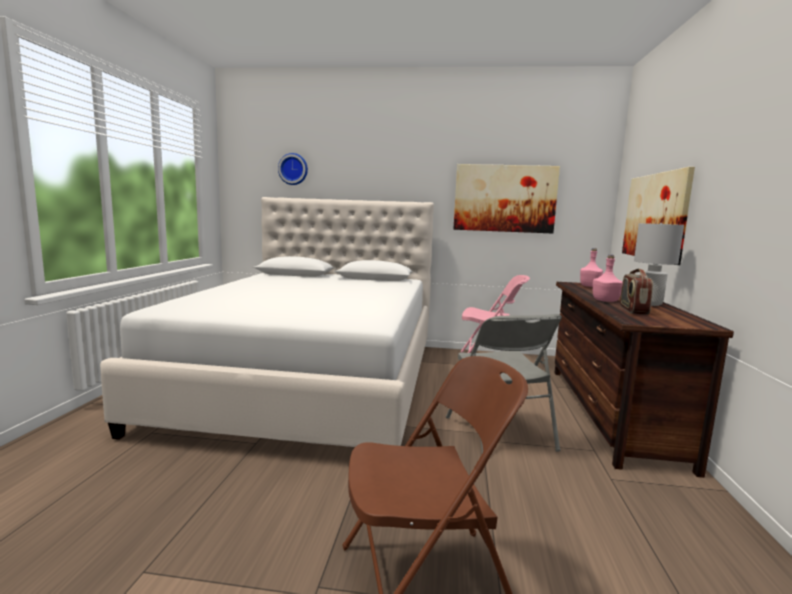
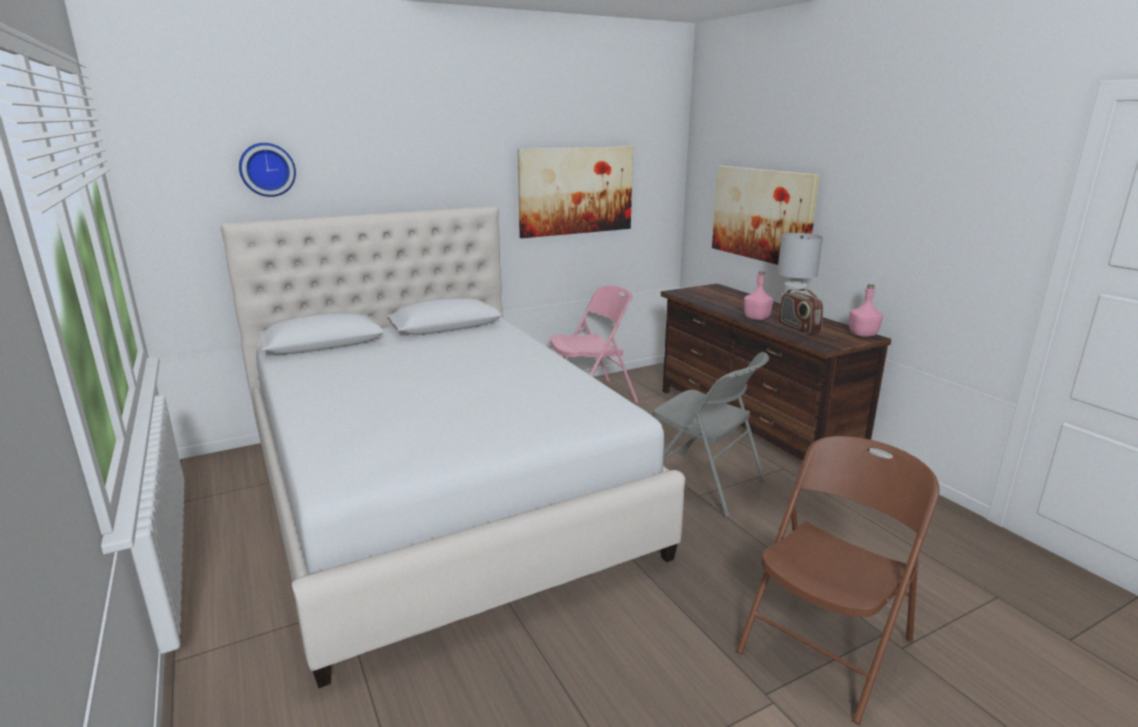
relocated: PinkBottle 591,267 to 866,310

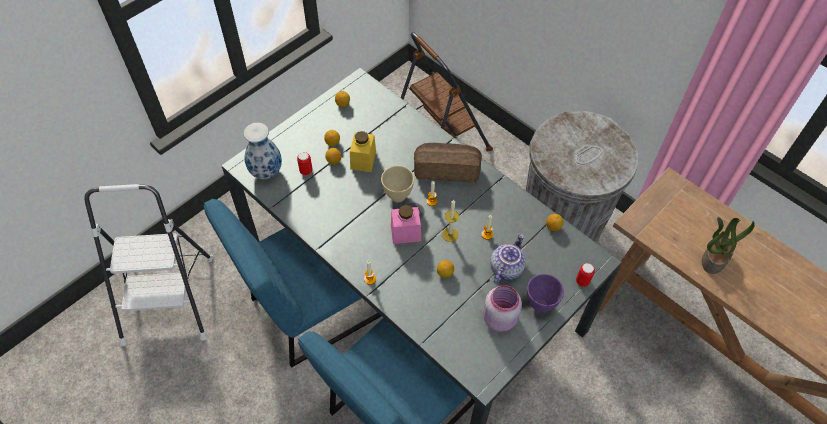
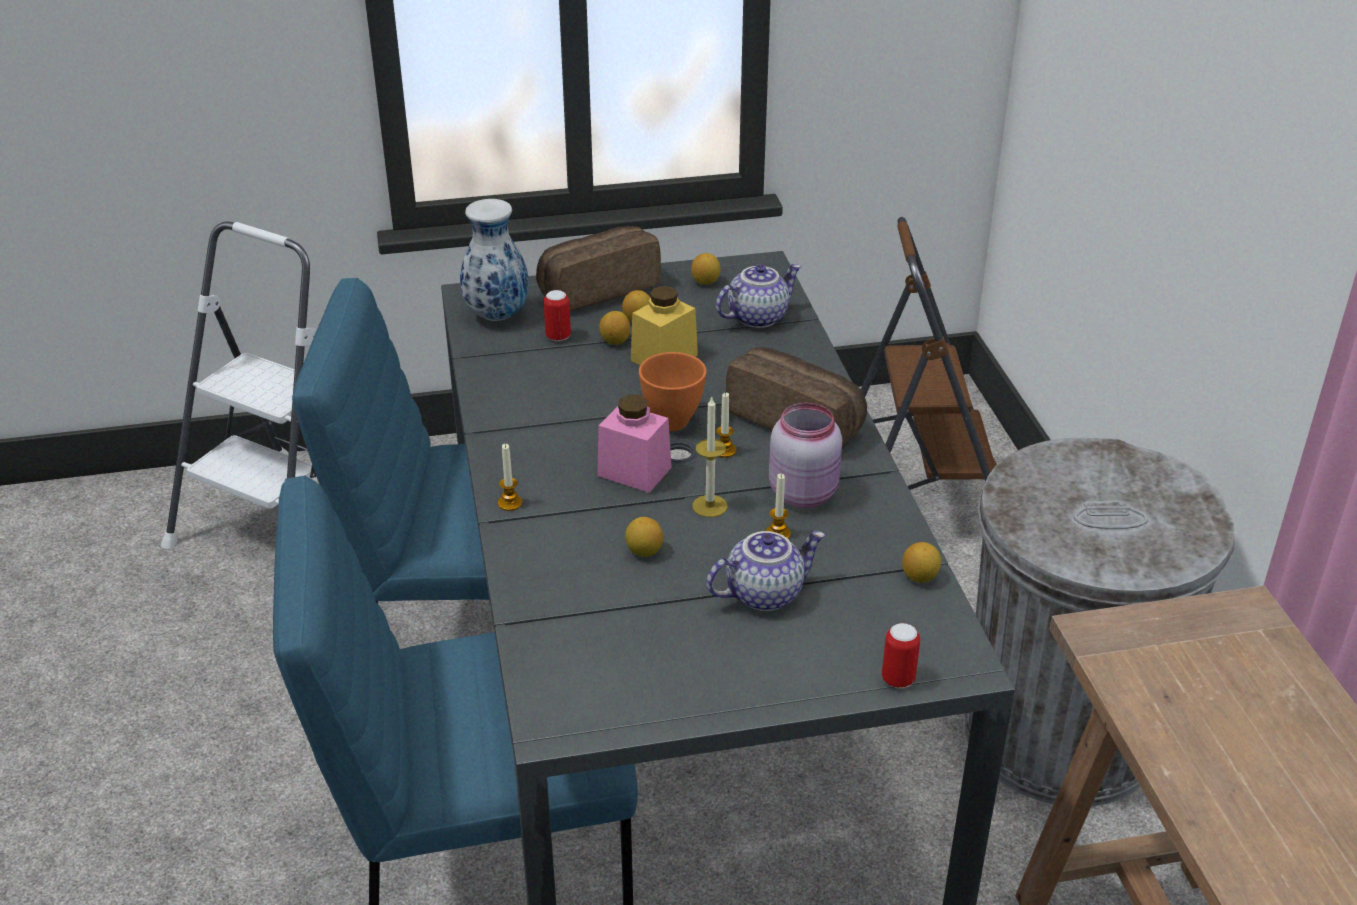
missing: PurpleDeepDish 545,293; Houseplant 728,245
appeared: BakeryBread 598,269; TeaPot 759,296
relocated: PinkJar 502,308 to 805,455
colour: BeigeDeepDish 397,183 to OrangeyDeepDish 673,391

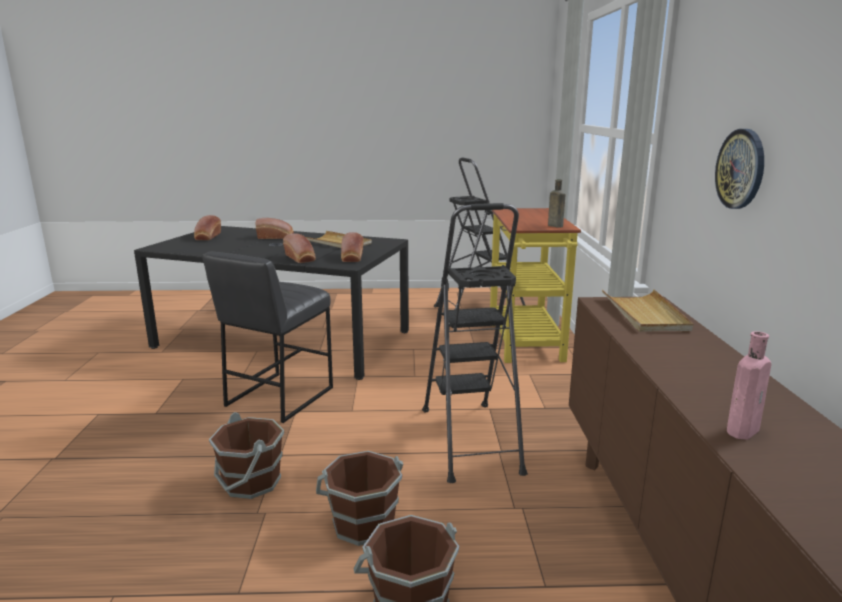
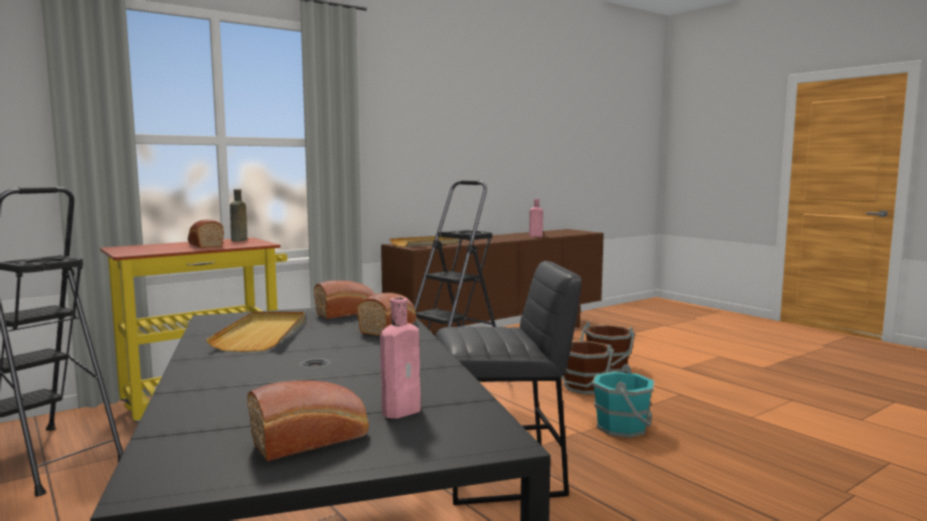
missing: WallClock 739,169
appeared: PinkBottle 400,358
relocated: BakeryBread 275,228 to 206,233
colour: BrownPail 246,455 to TurquoiseColouredPail 623,401

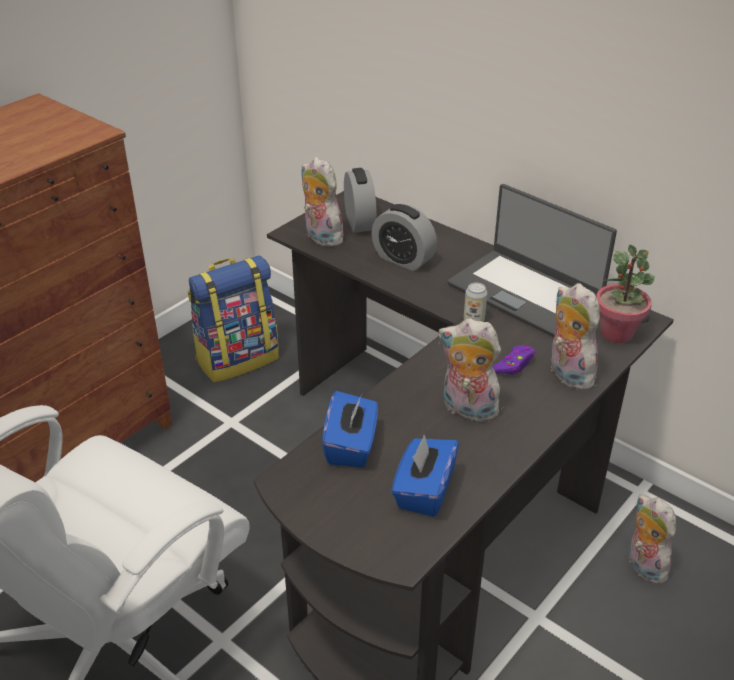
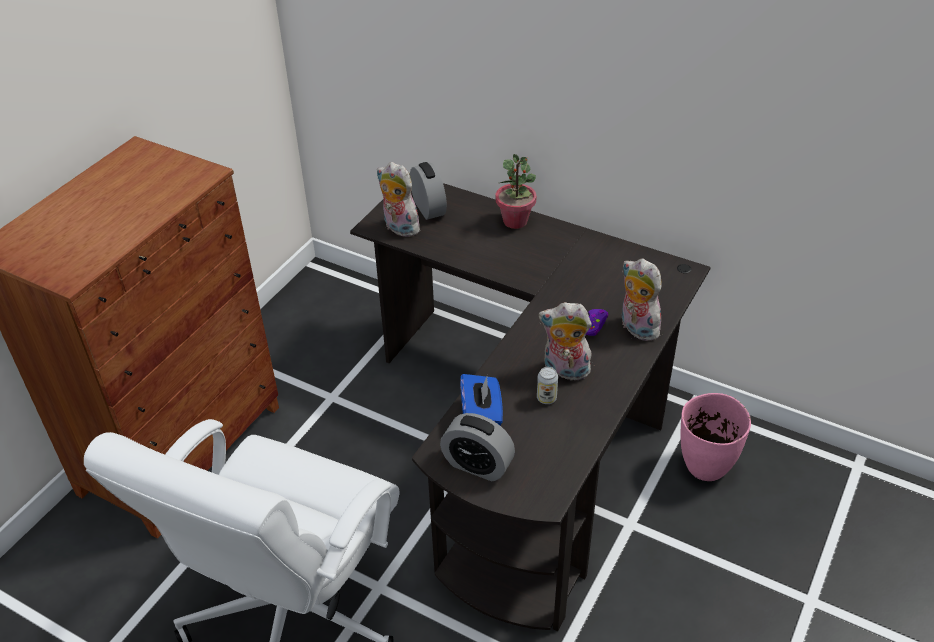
missing: Knapsack 233,318; BlueTissueBox 425,475; NotebookComputer 532,260
relocated: BedsideClock 404,237 to 477,447; MetalCan 475,302 to 547,385; Houseplant 625,294 to 516,191
exchanged: SoftToy 652,539 to PinkVase 716,437

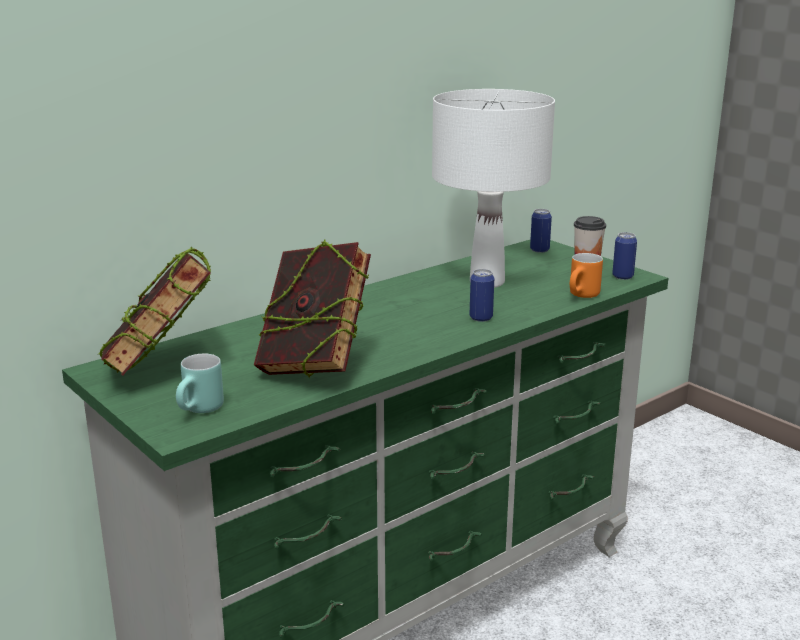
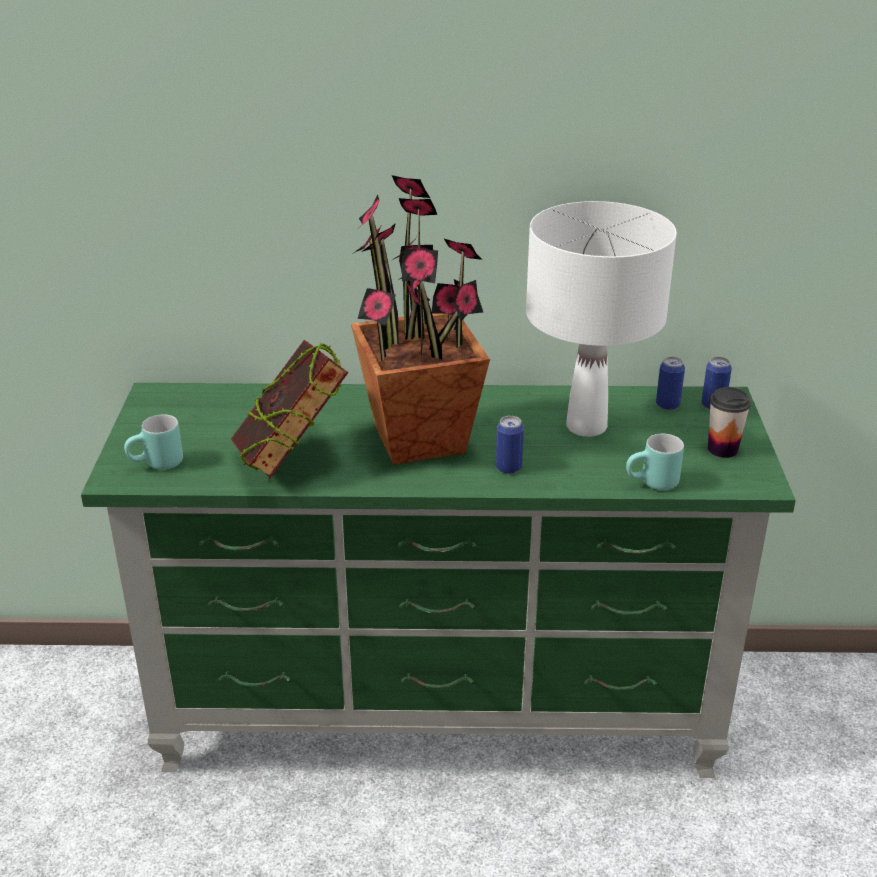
missing: Book 154,311
appeared: Houseplant 420,320
relocated: MetalCan 624,256 to 670,383
colour: OrangeyMug 586,275 to TurquoiseColouredMug 655,462

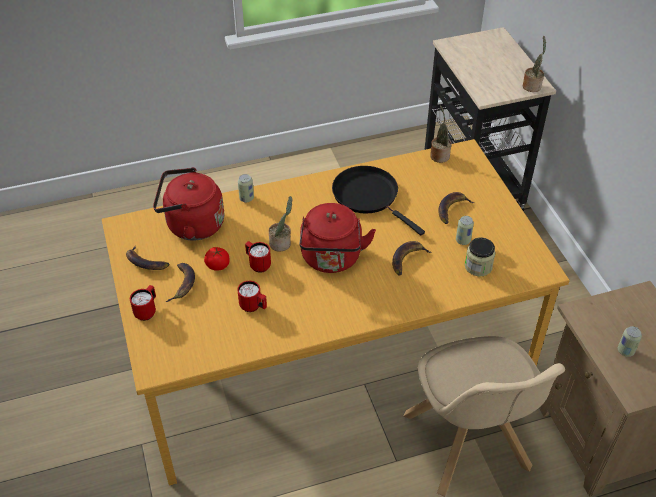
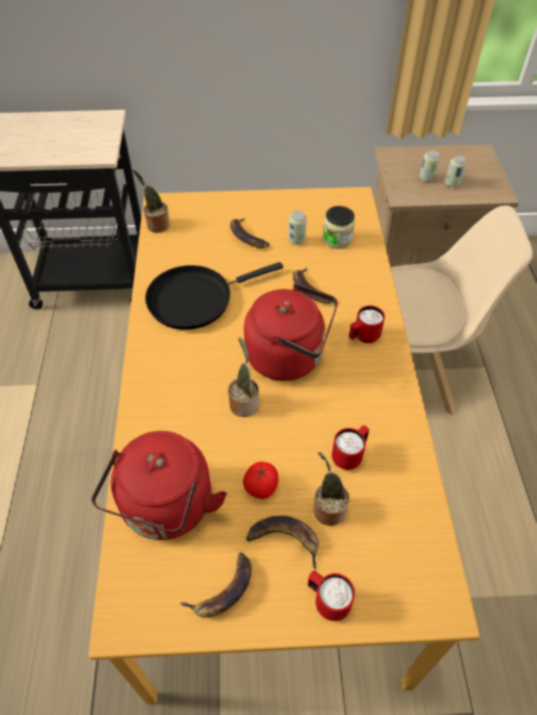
relocated: MetalCan 246,188 to 430,166; RedColouredMug 258,257 to 367,324; Houseplant 534,64 to 332,489

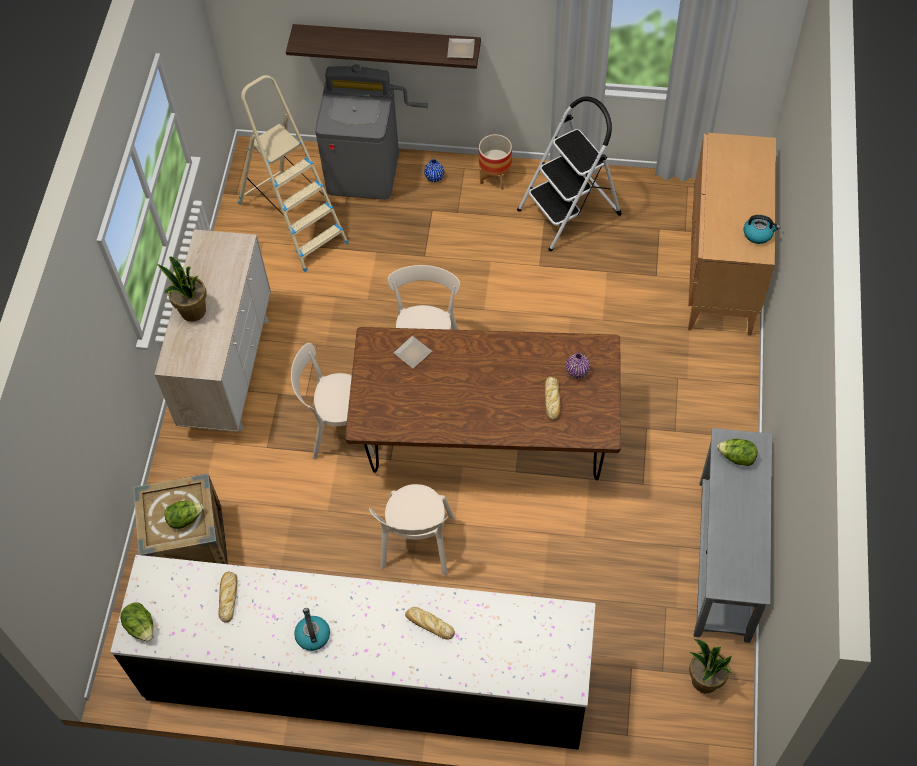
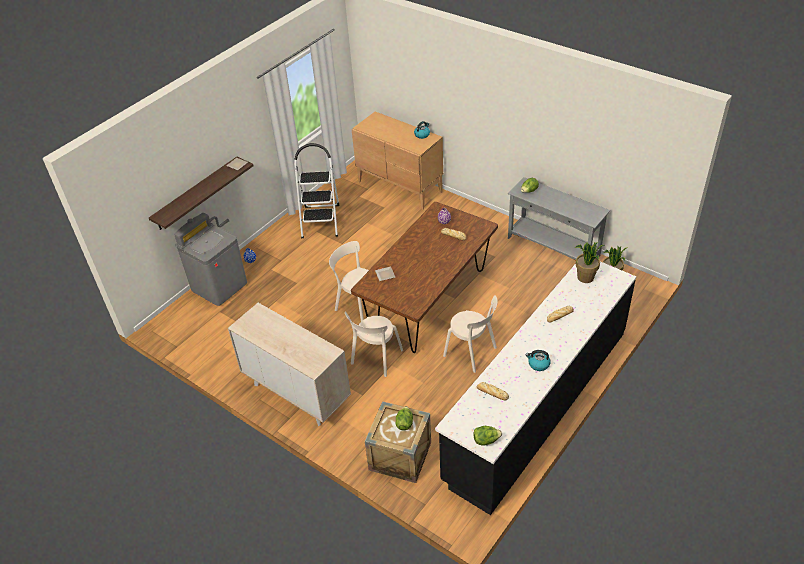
missing: BeigeStepStool 293,173; FlowerPot 495,162
relocated: Houseplant 182,289 to 589,262

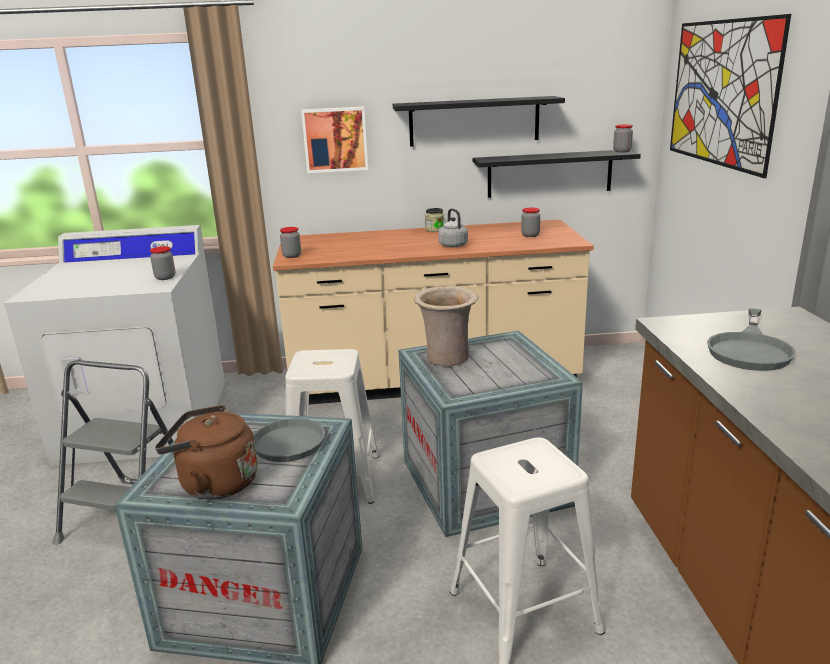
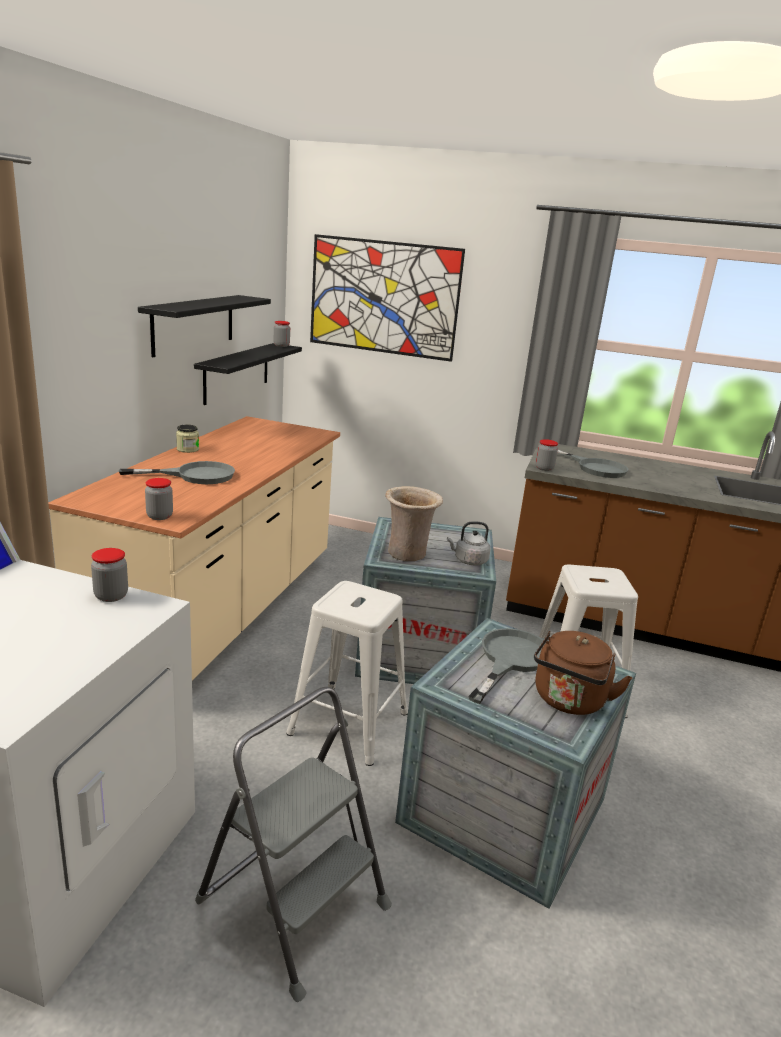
missing: WallPicture 334,140
appeared: GreyishSkillet 177,472
relocated: GreyishKettle 453,228 to 468,543; Jar 530,222 to 546,455

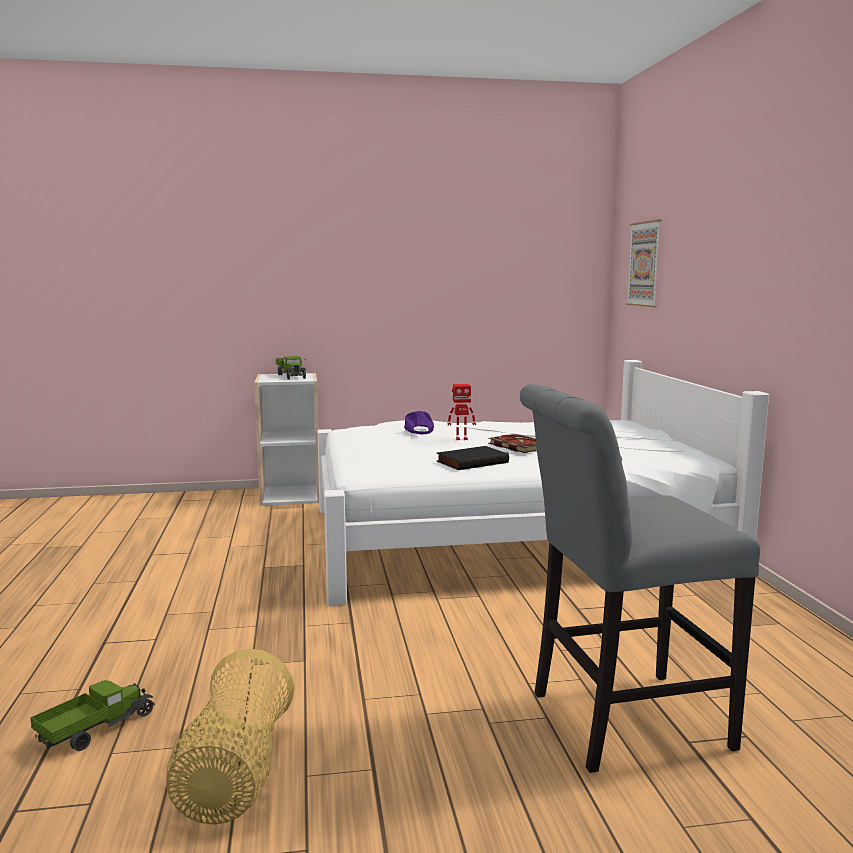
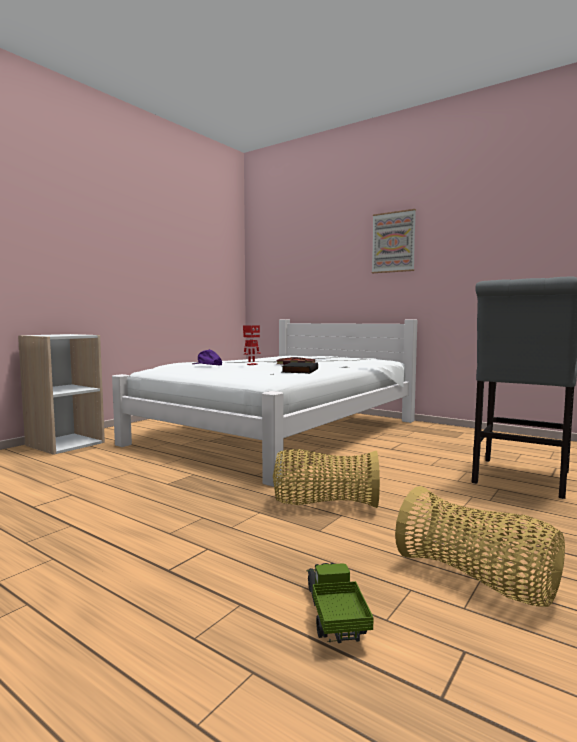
missing: ModelTruck 291,367
appeared: Basket 326,478
relocated: WallPicture 643,263 to 394,241

